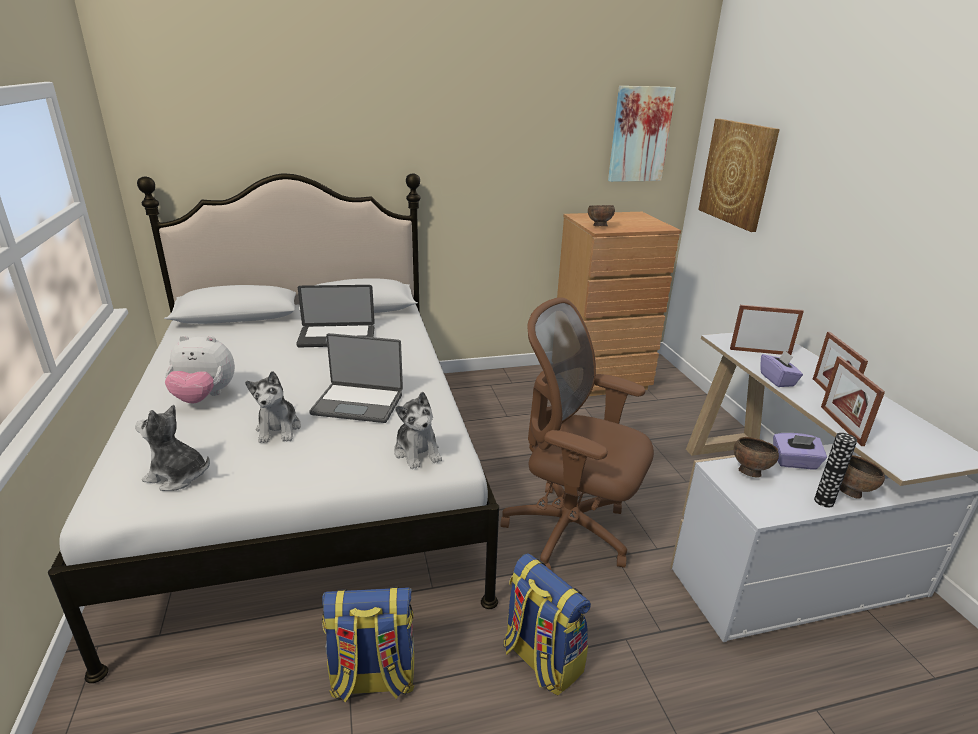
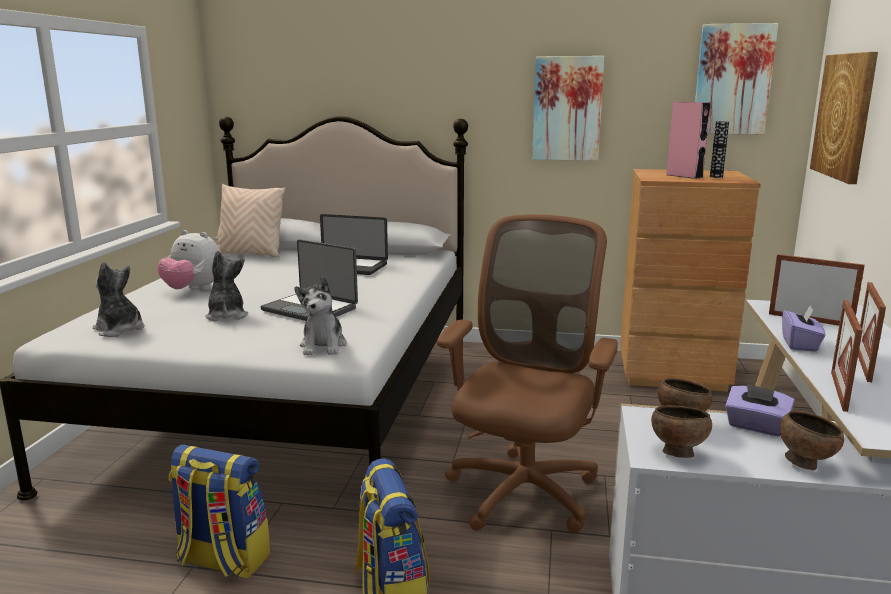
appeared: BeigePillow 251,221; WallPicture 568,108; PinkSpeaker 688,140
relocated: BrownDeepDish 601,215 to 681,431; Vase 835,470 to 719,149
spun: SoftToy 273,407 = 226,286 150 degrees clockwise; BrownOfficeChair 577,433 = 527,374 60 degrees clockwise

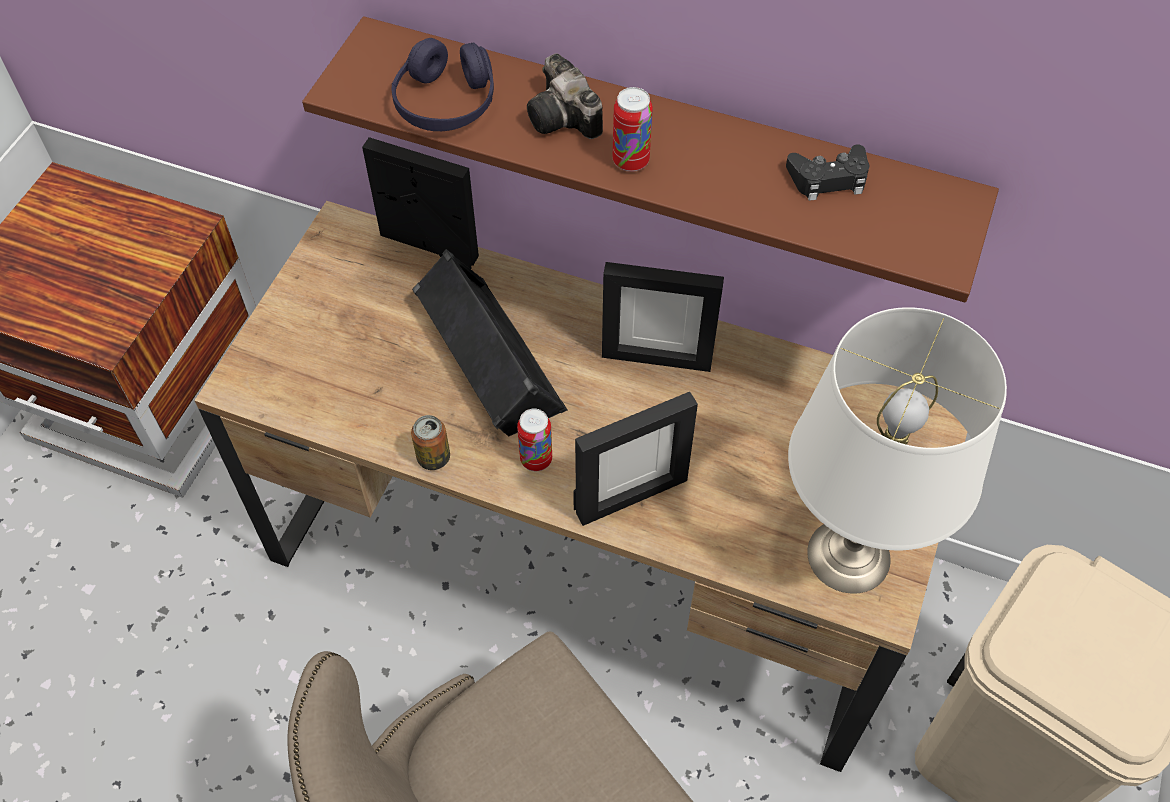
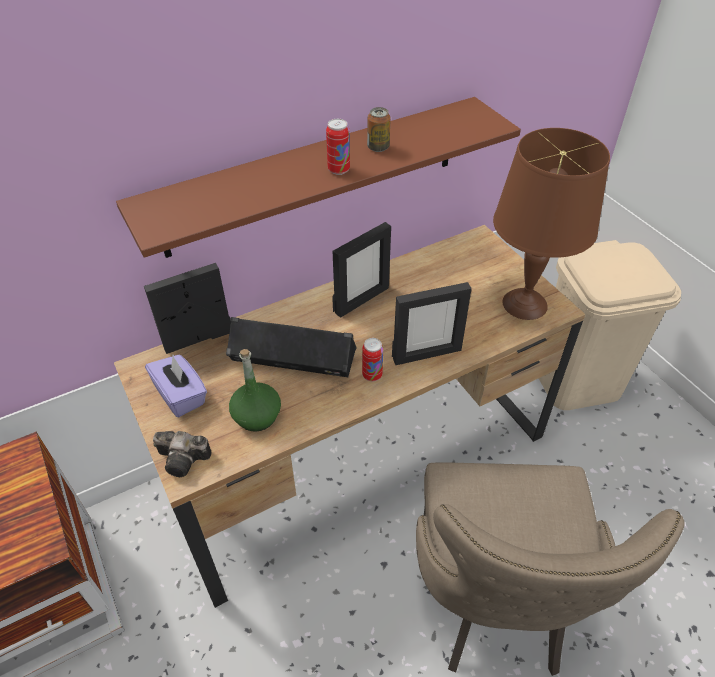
missing: PurpleHeadset 443,84; BlackGamepad 827,172
appeared: PurpleTissueBox 176,386; GreenishBottle 255,390
relocated: MetalCan 430,442 to 379,129; StillCamera 565,96 to 182,454
colour: WhiteColouredLampForATable 897,450 to BrownLampForATable 551,224
spun: PictureFrame 635,459 = 432,323 60 degrees clockwise

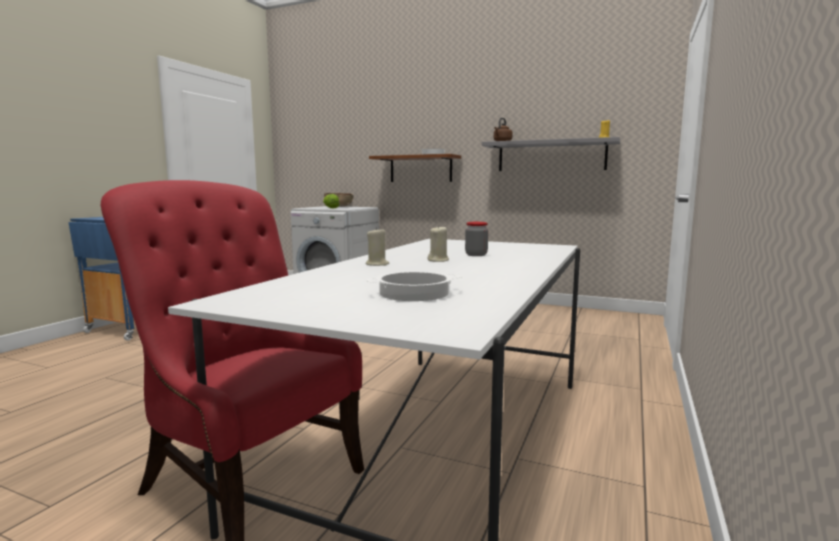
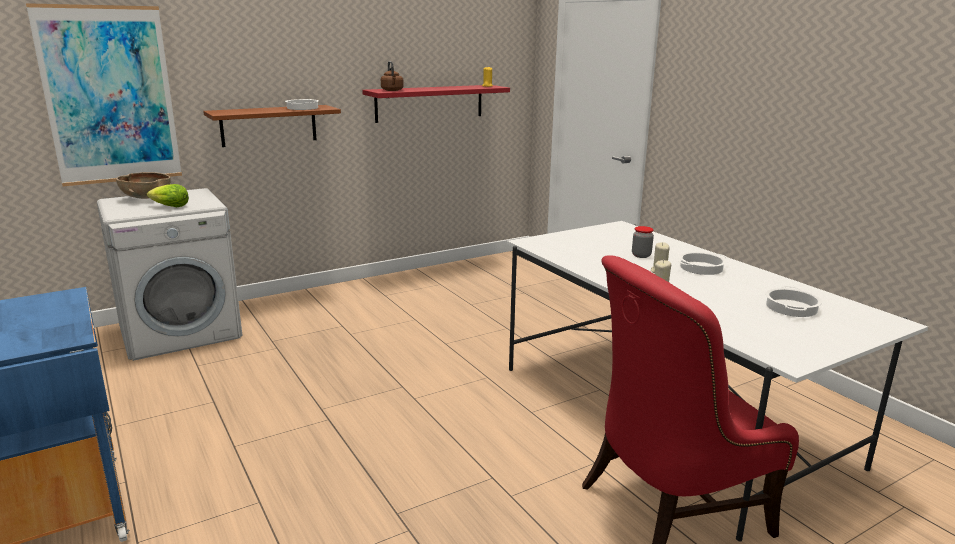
appeared: WallPicture 104,94; Stockpot 703,263
colour: GreyishWallShelf 551,154 to RedColouredWallShelf 436,104

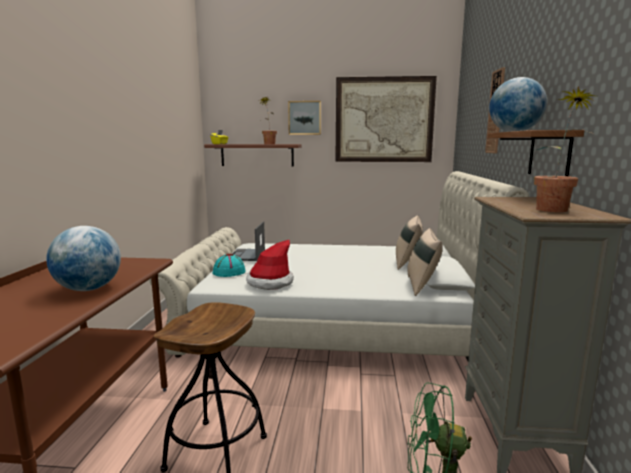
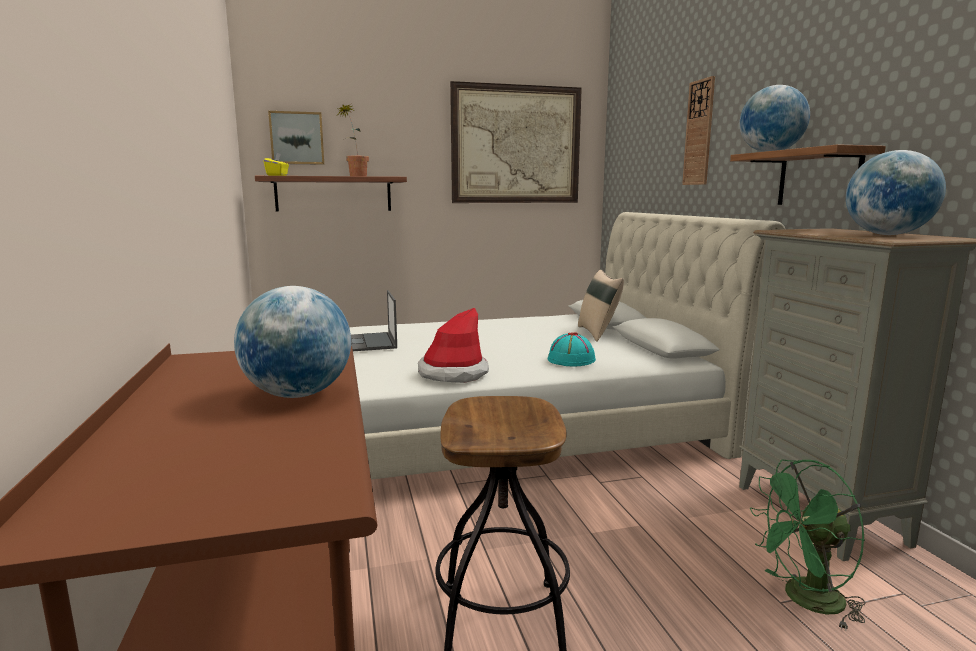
missing: BeigePillow 425,262
relocated: TurquoiseColouredWearableHat 229,265 to 572,349; WallPicture 304,118 to 296,138
exchanged: Houseplant 564,149 to WorldGlobe 896,192

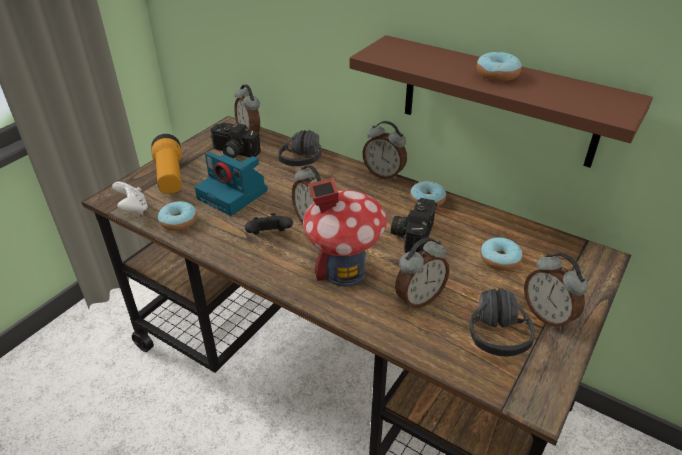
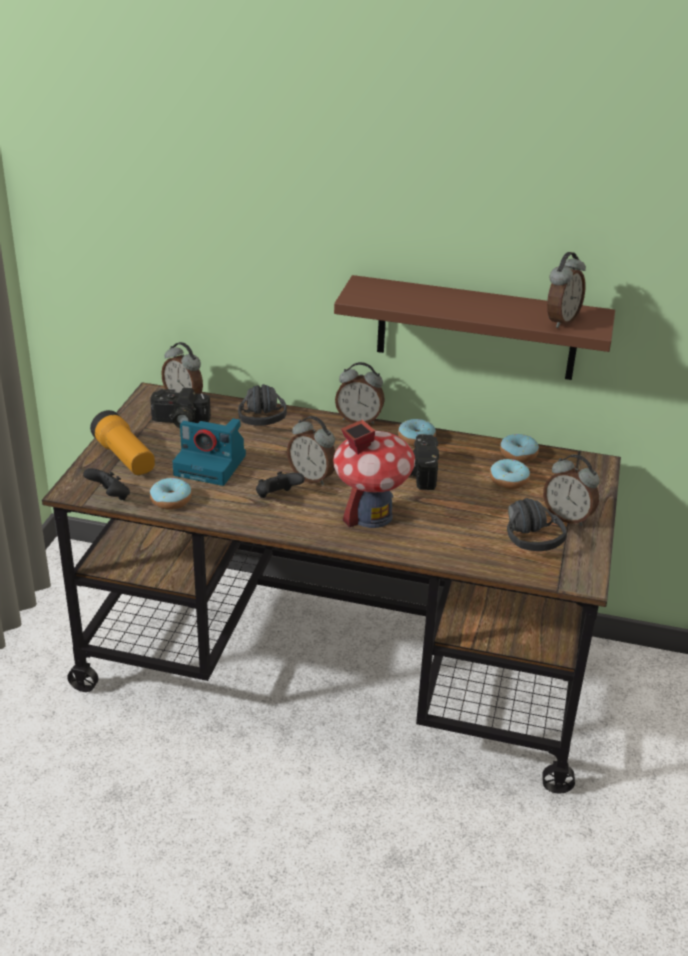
relocated: BedsideClock 422,273 to 566,290; RingDoughnut 499,67 to 519,448
colour: WhiteColouredGamepad 130,198 to BlackGamepad 106,484

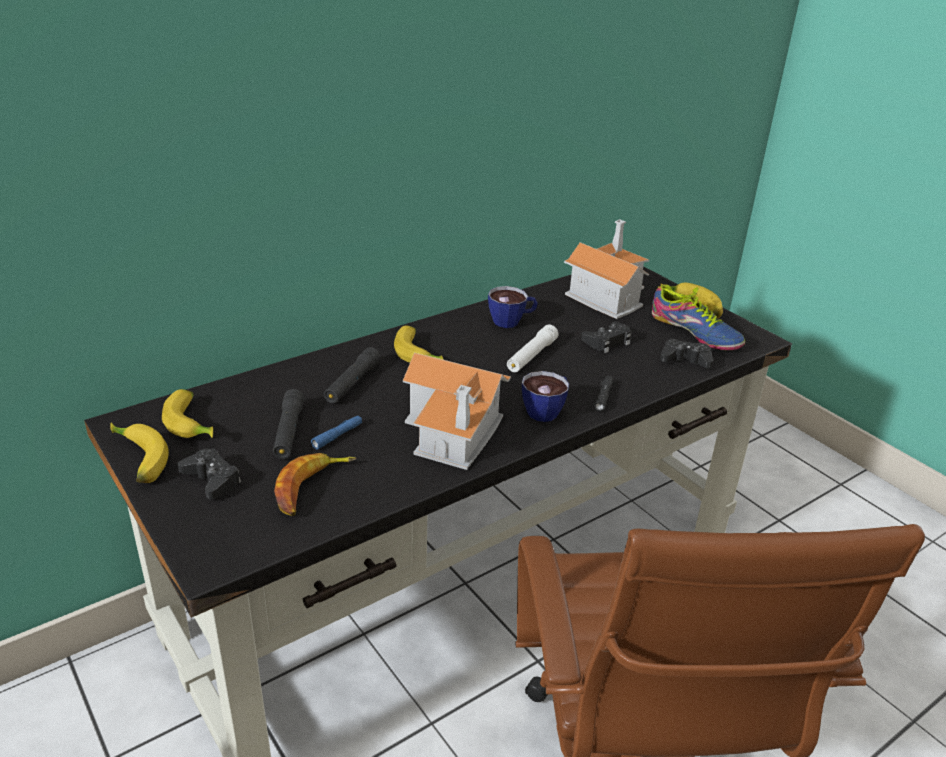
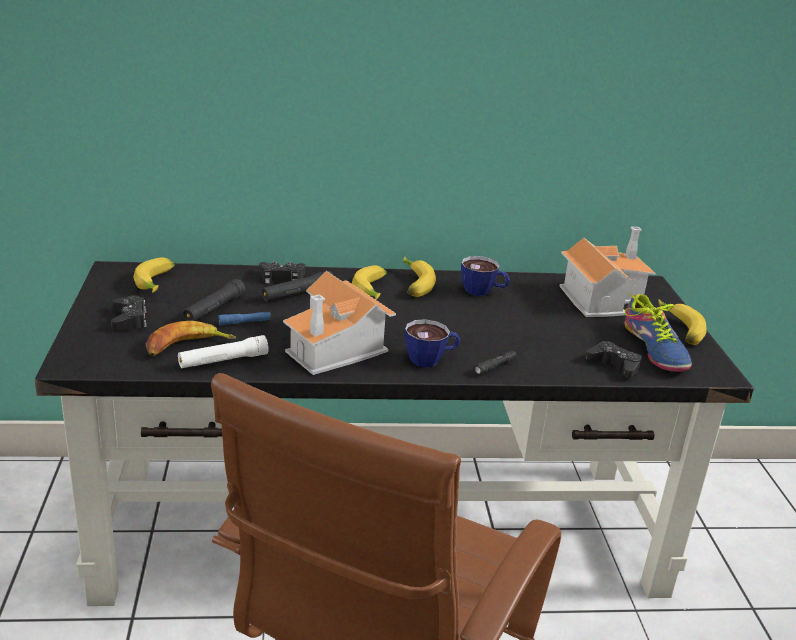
relocated: WholeBanana 139,453 to 419,277; WhiteColouredTorch 532,348 to 223,351; BlackGamepad 606,337 to 282,272

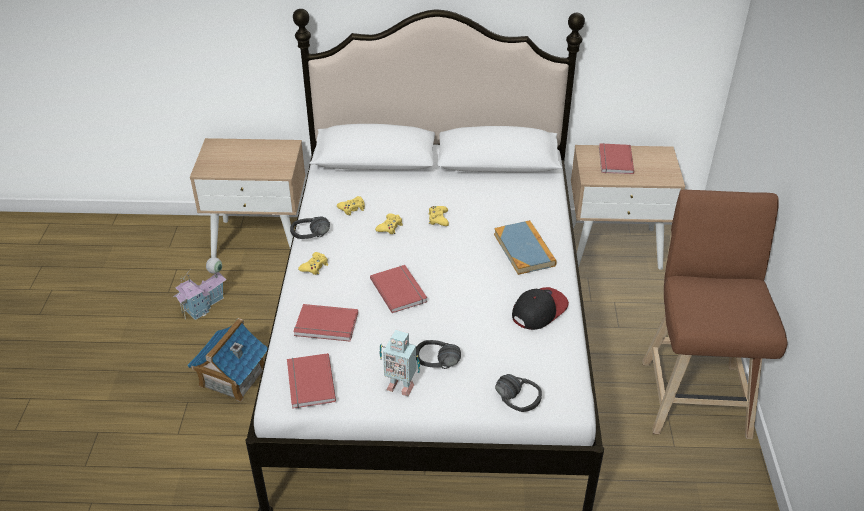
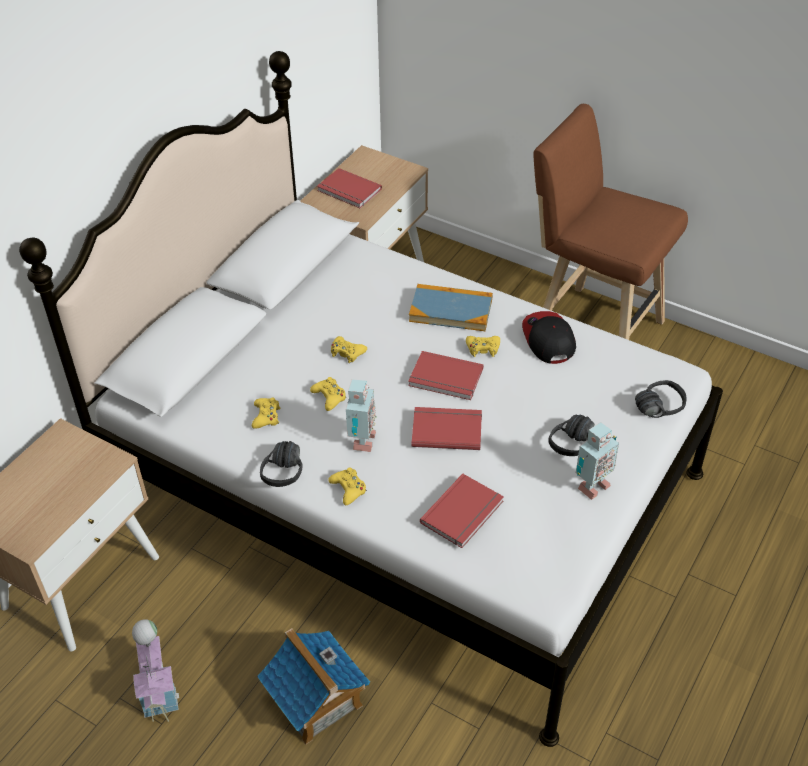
appeared: RobotFigure 361,415; YellowishGamepad 483,346
relocated: RedColouredBook 311,381 to 446,375

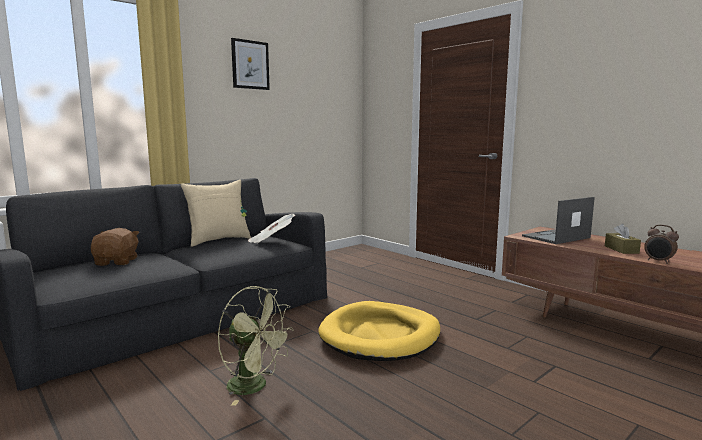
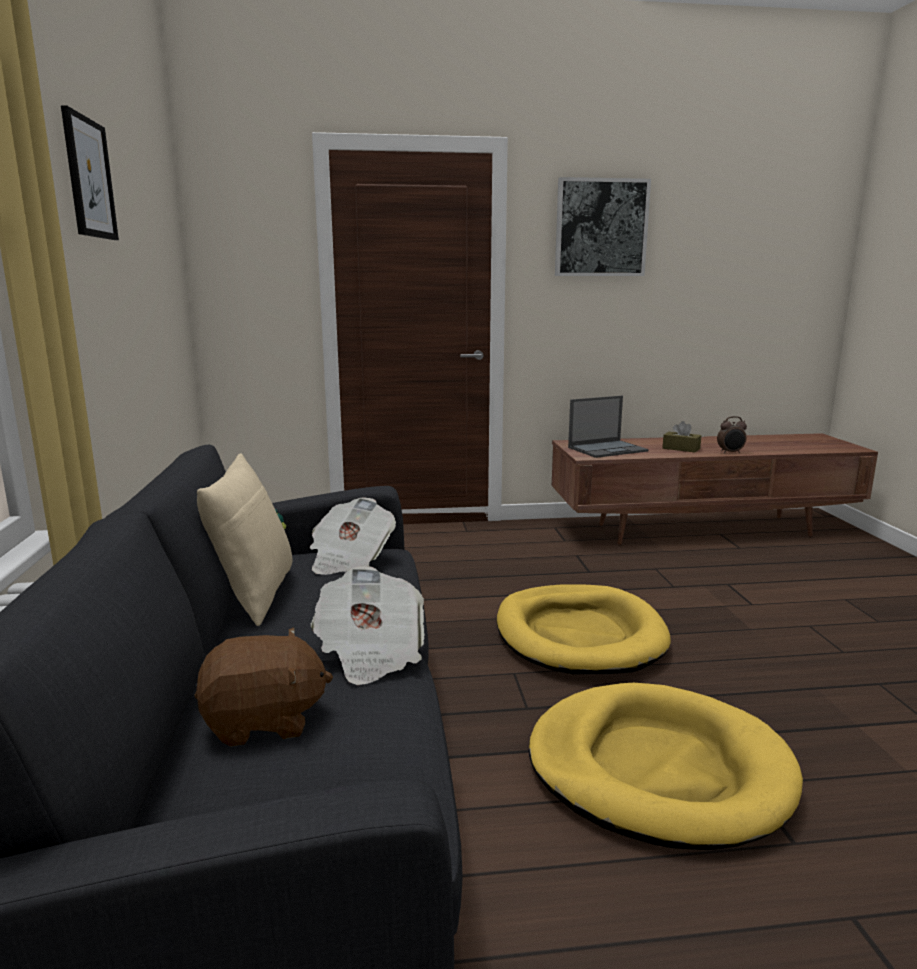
appeared: PrintedPaper 368,625; WallPicture 603,226
exchanged: GreenishCoolingFan 256,346 to YellowishPetBed 666,766
spun: BrownSoftToy 115,247 = 264,687 135 degrees clockwise; NotebookComputer 558,220 = 608,427 120 degrees counterclockwise

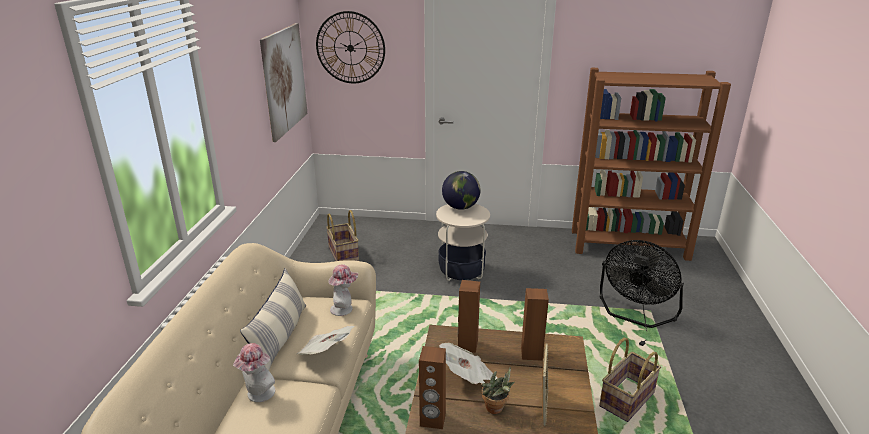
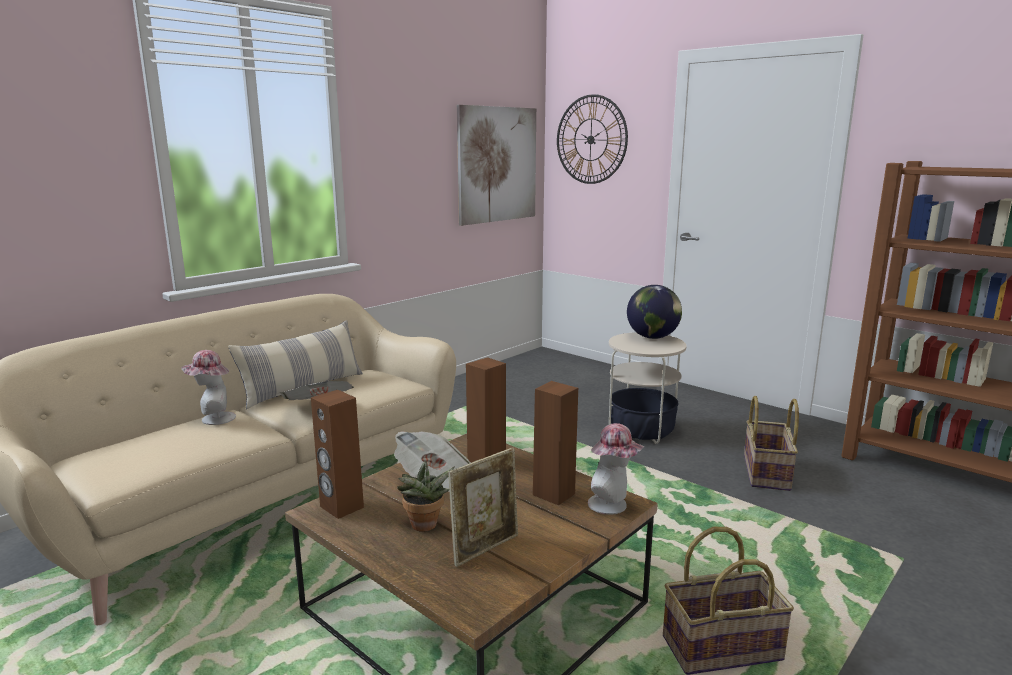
missing: BlackCoolingFan 642,293
relocated: Basket 342,235 to 771,443; WearableHat 343,290 to 616,469

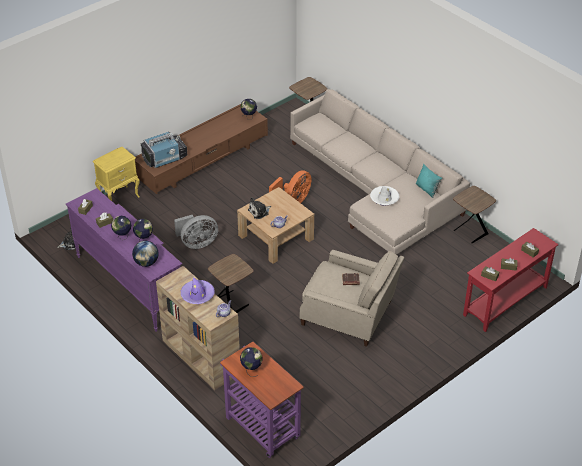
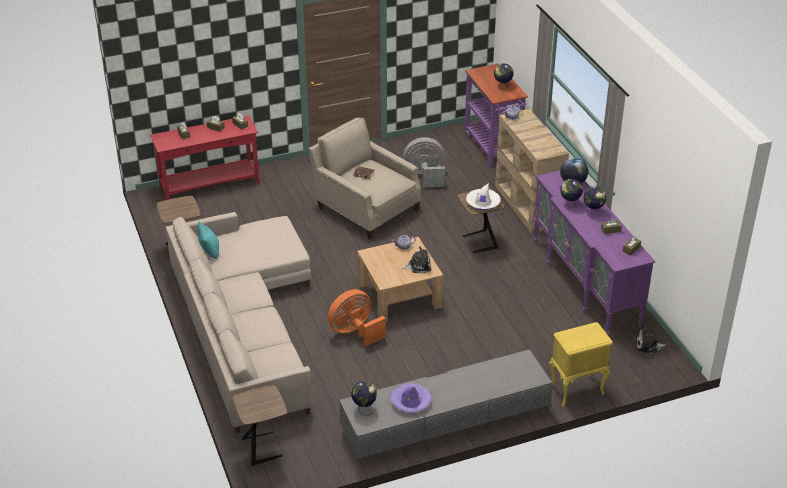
missing: Tv 164,149
relocated: GreyishCoolingFan 196,232 to 424,162; PurpleWearableHat 198,290 to 410,397; WhiteColouredWearableHat 384,196 to 483,196
colour: BrownTvUnit 201,149 to GreyishTvUnit 446,404

